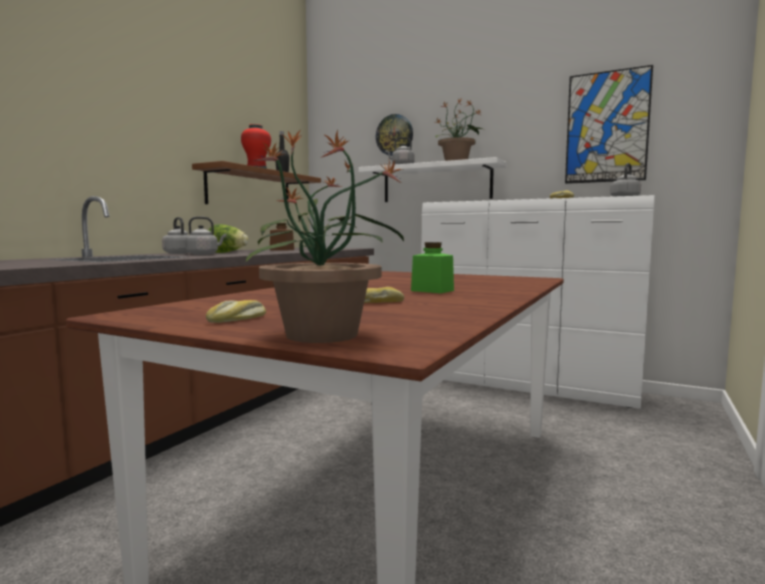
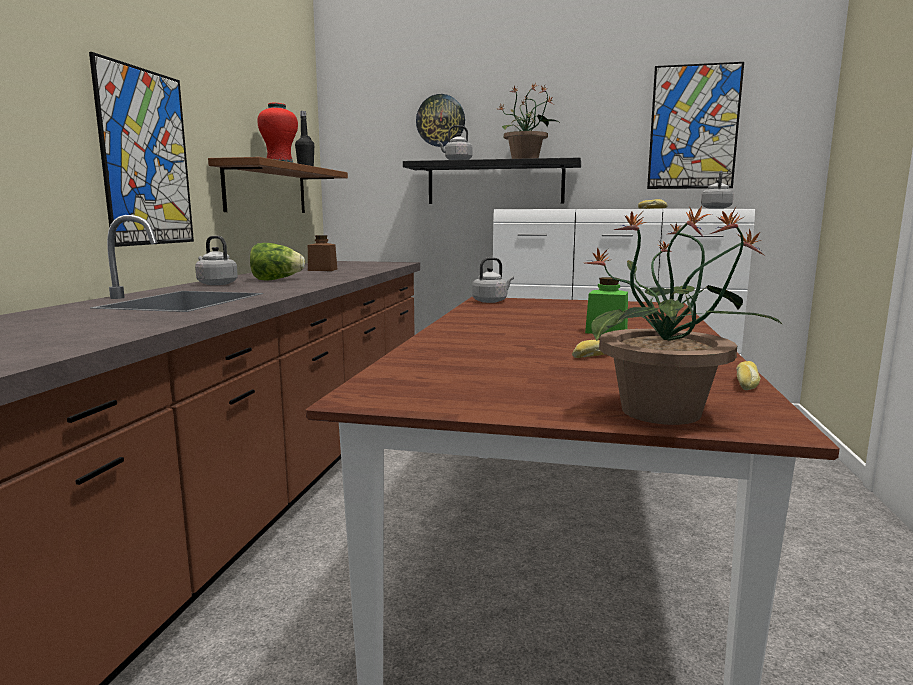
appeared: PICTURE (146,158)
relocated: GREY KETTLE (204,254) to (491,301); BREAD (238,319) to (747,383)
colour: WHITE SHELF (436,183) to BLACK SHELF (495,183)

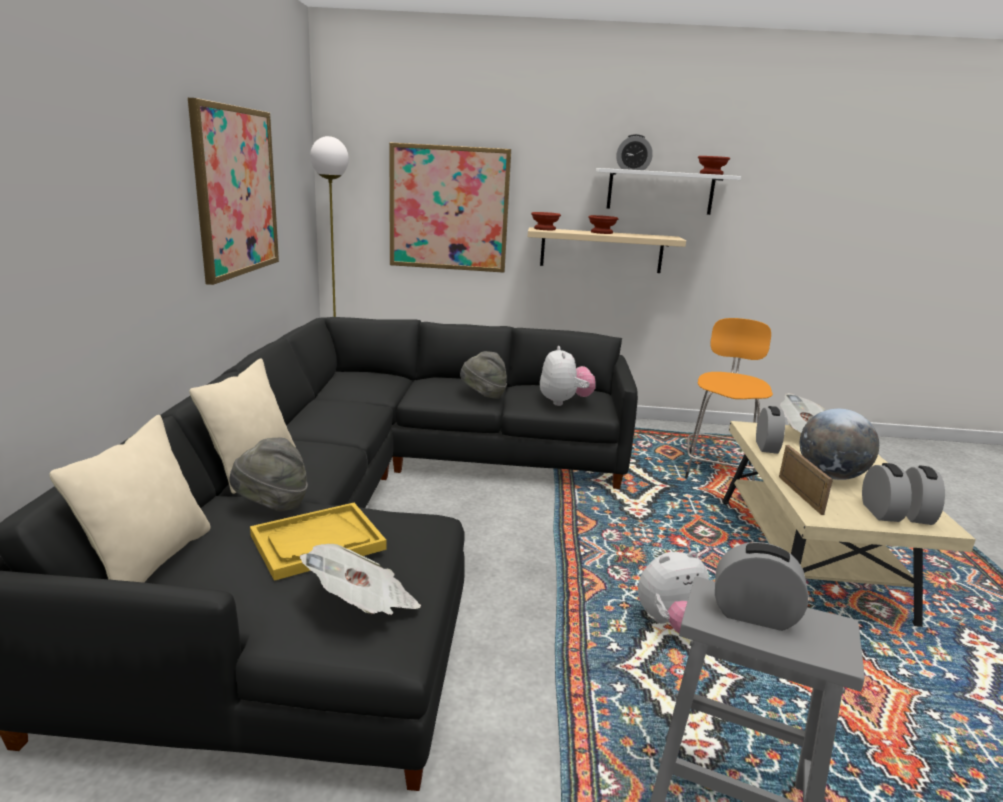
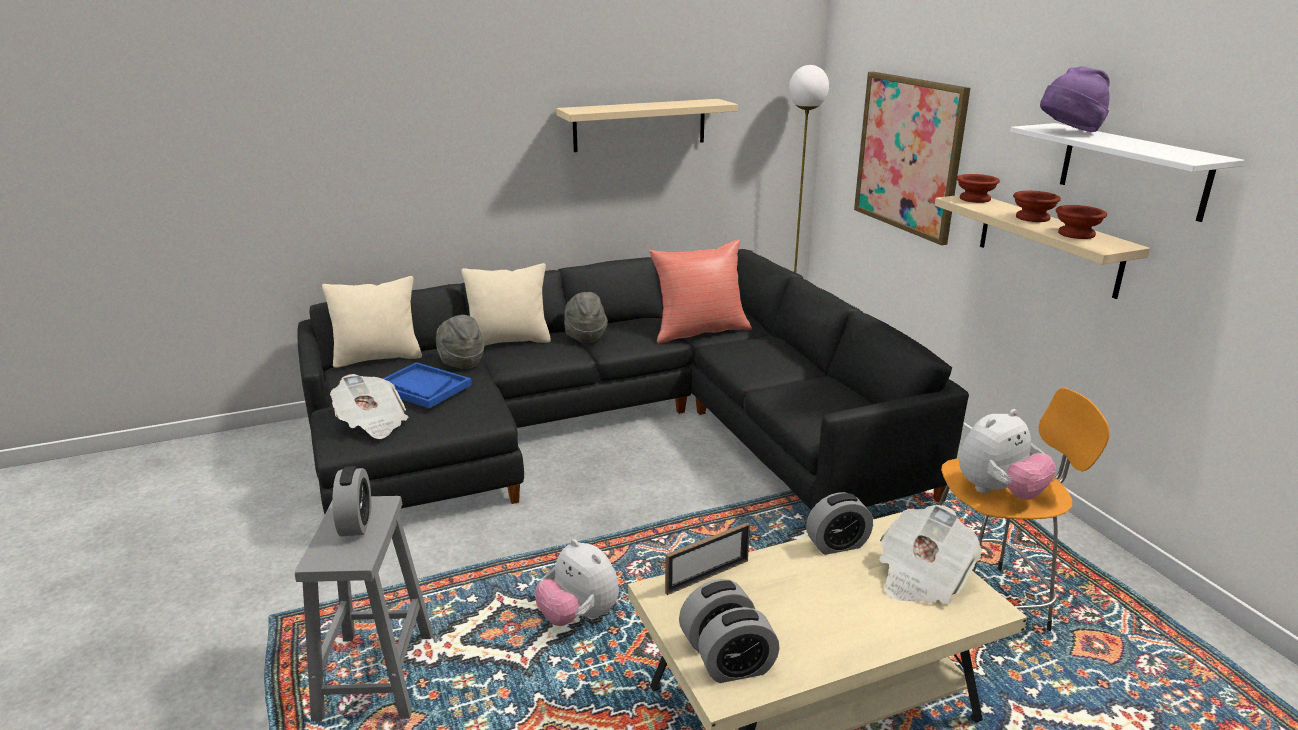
missing: GLOBE (830,476)
appeared: RED PILLOW (699,331)
relocated: GREY HAT (483,396) to (585,336); PLUSH TOY (564,402) to (998,492); BROWN BOWL (710,174) to (1075,234)
exchanged: PICTURE (236,192) to BEIGE SHELF (640,125); ALARM CLOCK (632,169) to PURPLE HAT (1069,132)
colour: YELLOW TRAY (317,543) to BLUE TRAY (422,387)

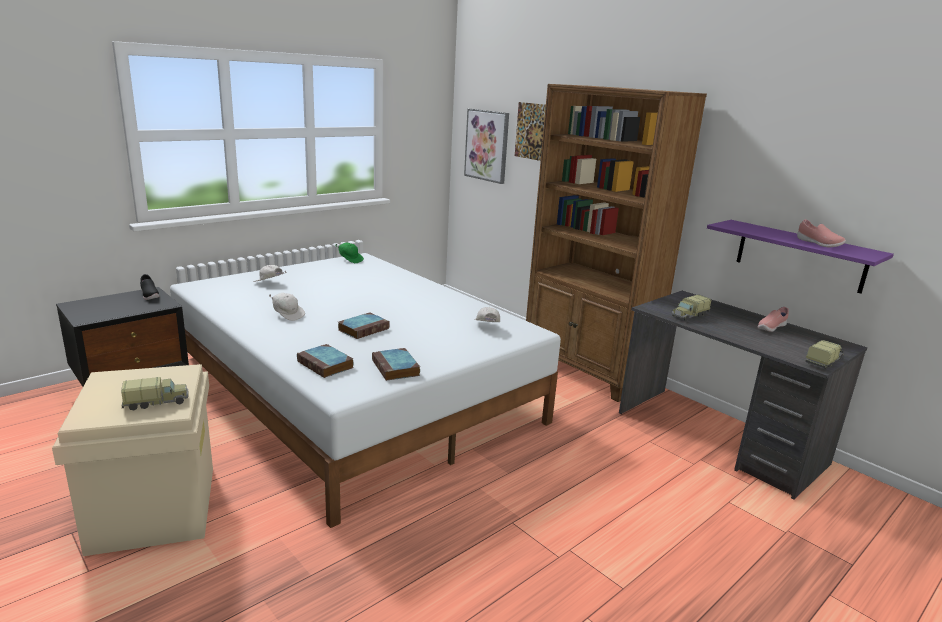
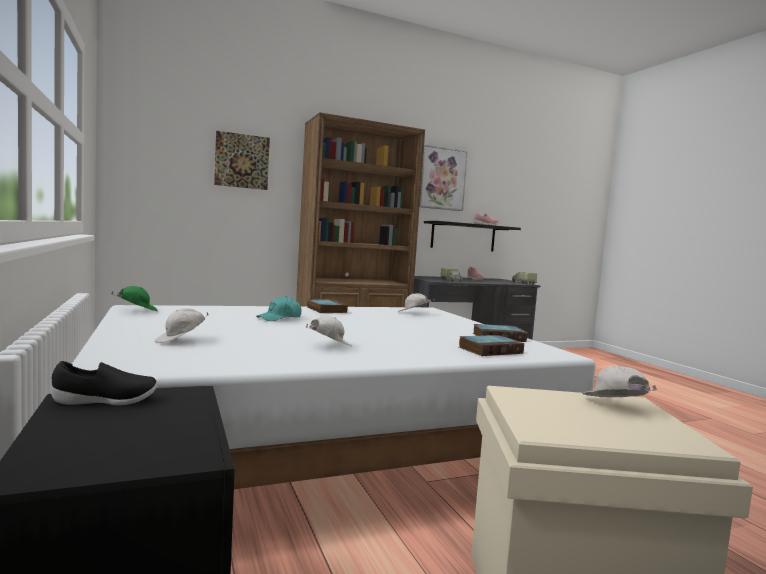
appeared: TURQUOISE CAP (279,318)
relocated: BOOK (364,329) to (325,309); PICTURE (487,145) to (442,178)
exchanged: TOY TRUCK (156,402) to WHITE CAP (614,407)
colour: PURPLE SHELF (800,256) to BLACK SHELF (463,236)

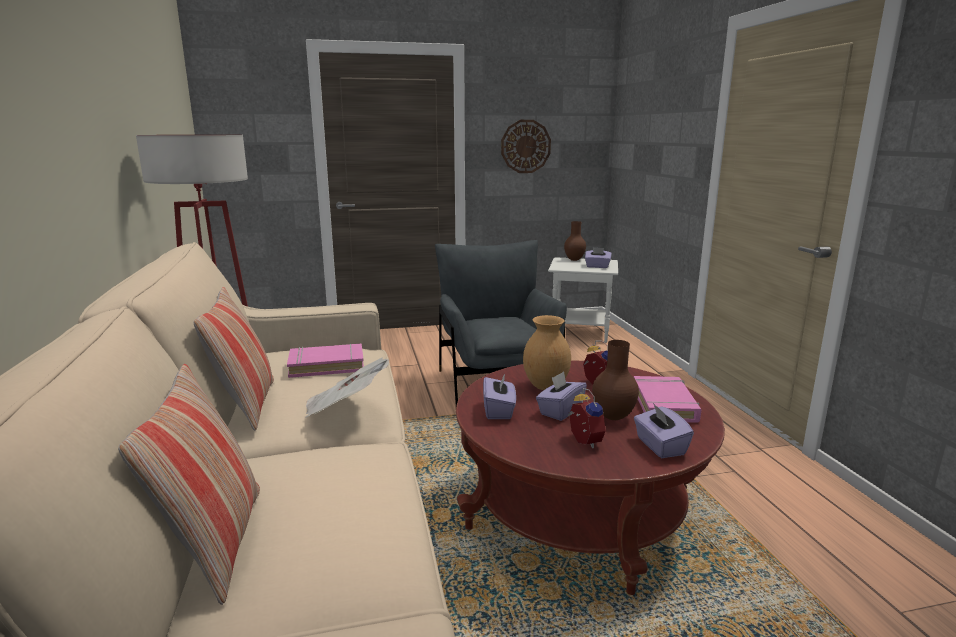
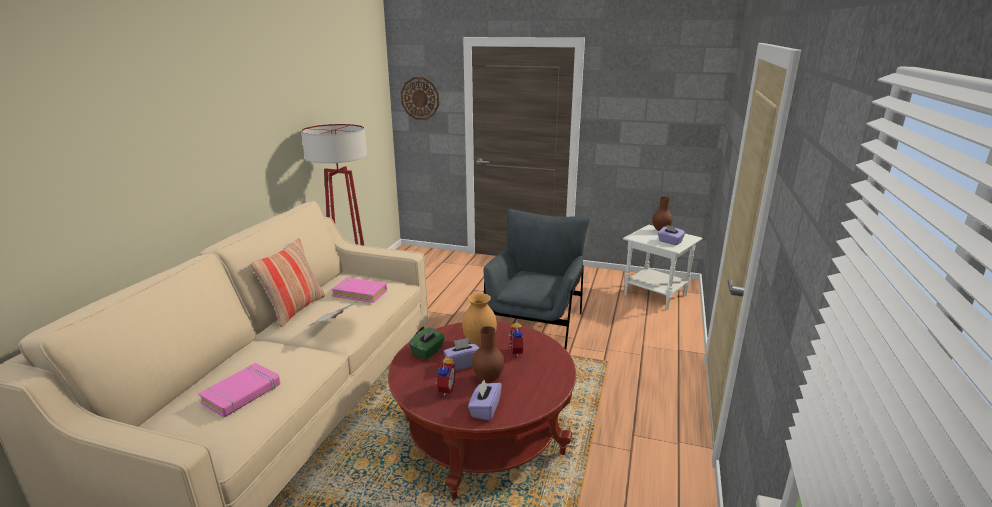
missing: PILLOW (215,543)
relocated: WALL CLOCK (525,146) to (420,98); PINK BOOK (664,404) to (242,394)
colour: PURPLE TISSUE BOX (499,411) to GREEN TISSUE BOX (428,352)

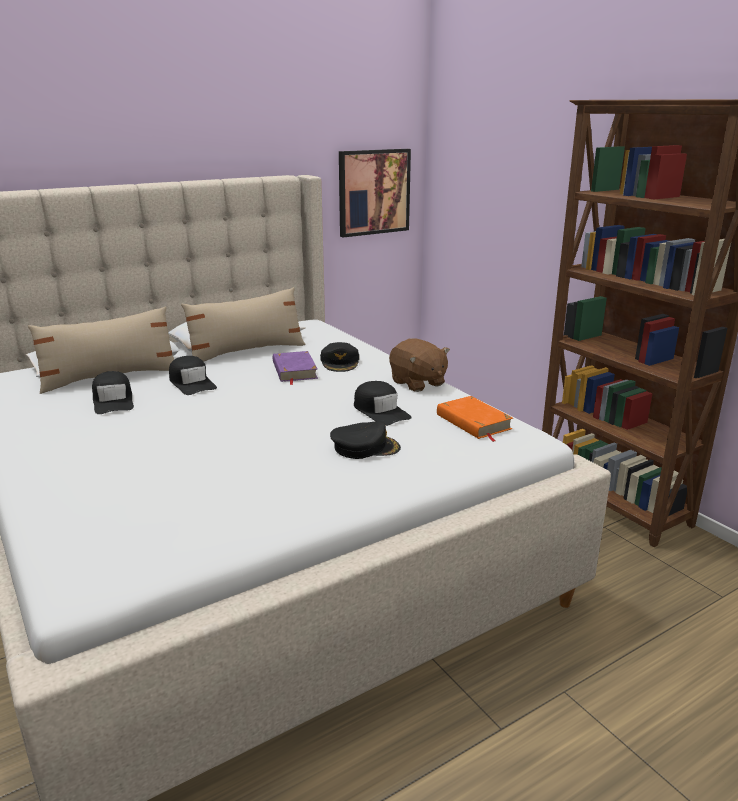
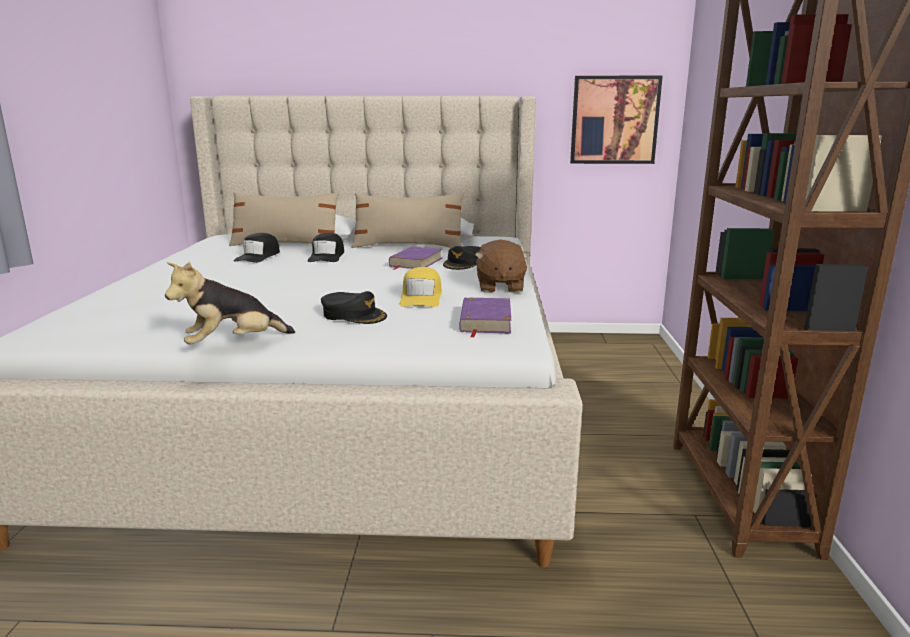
appeared: PLUSH TOY (232,344)
colour: BLACK CAP (380,411) to YELLOW CAP (421,297); ORANGE BOOK (473,422) to PURPLE BOOK (485,321)

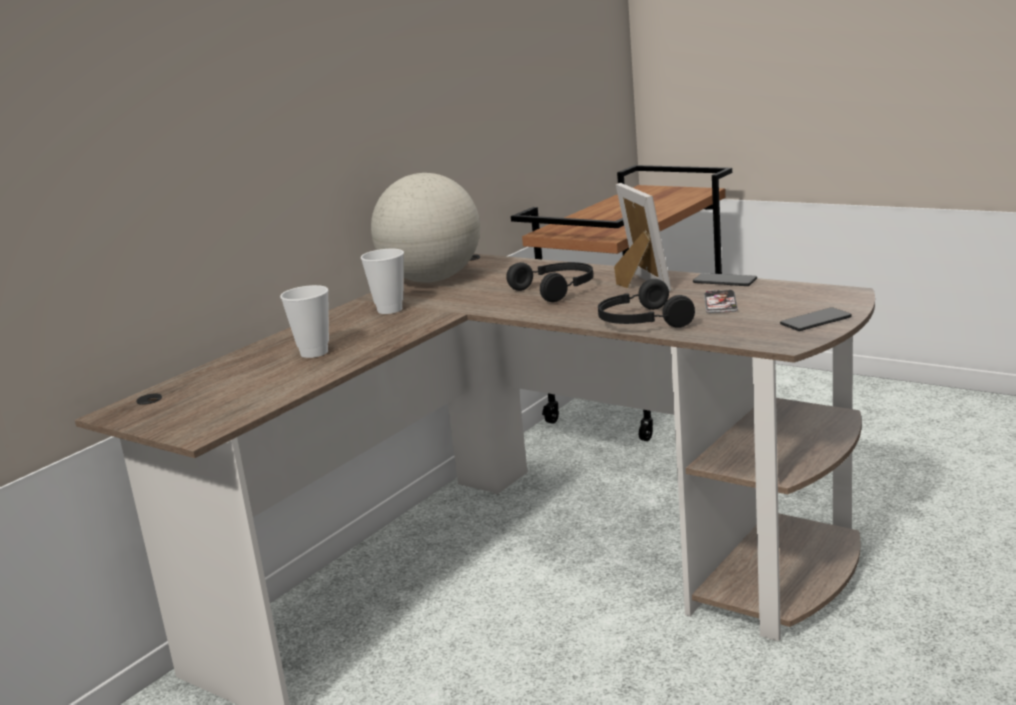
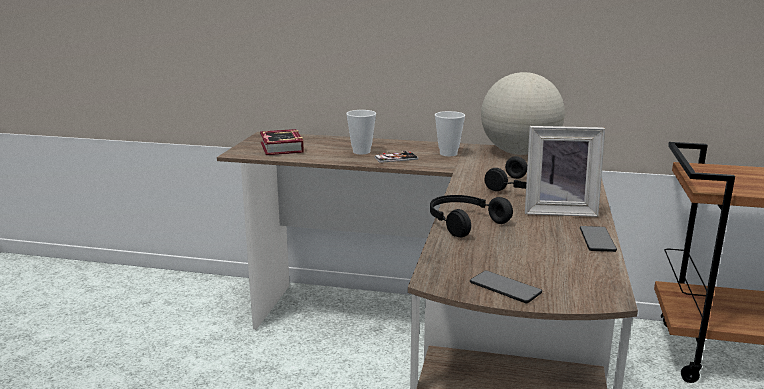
appeared: BOOK (280,148)
relocated: PHONE (720,303) to (396,158)
spun: PICTURE FRAME (638,284) = (559,210) 45 degrees clockwise

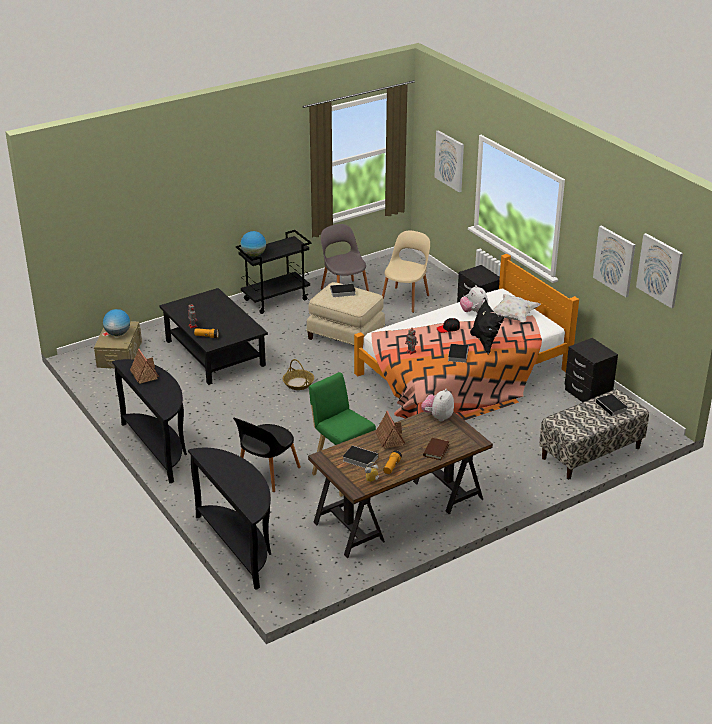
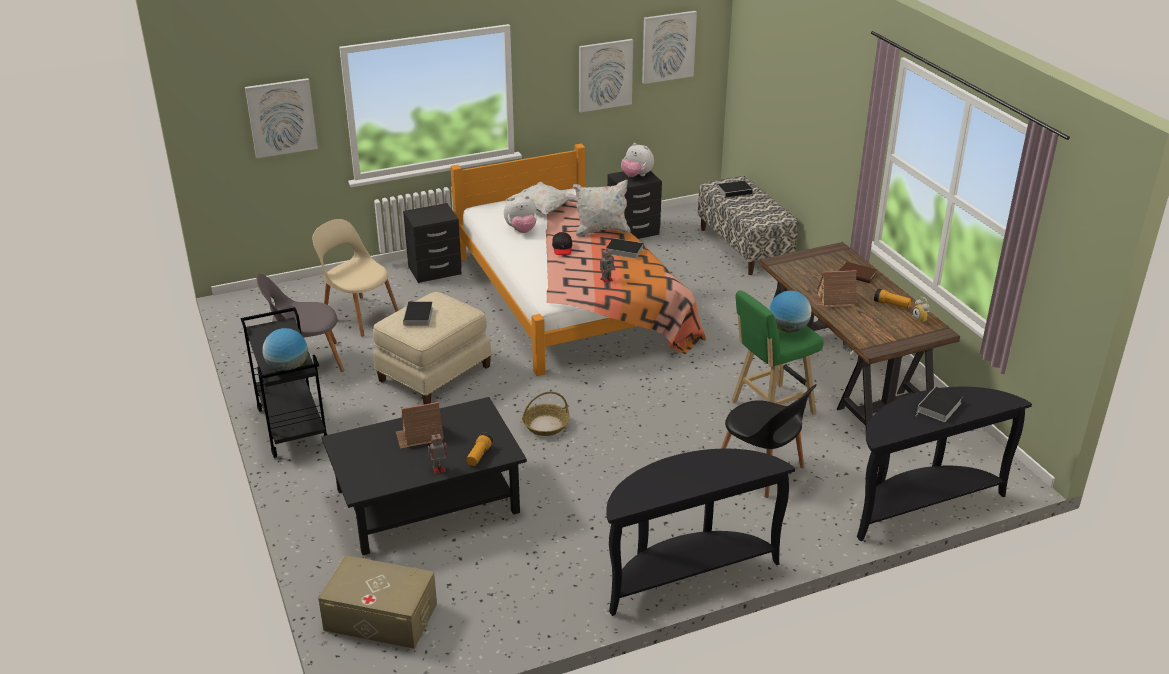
relocated: GLOBE (118,334) to (788,329); TOY HOUSE (144,374) to (420,436); BOOK (359,459) to (939,408); PLUSH TOY (438,417) to (636,176)
colour: BLACK PILLOW (485,342) to WHITE PILLOW (601,231)

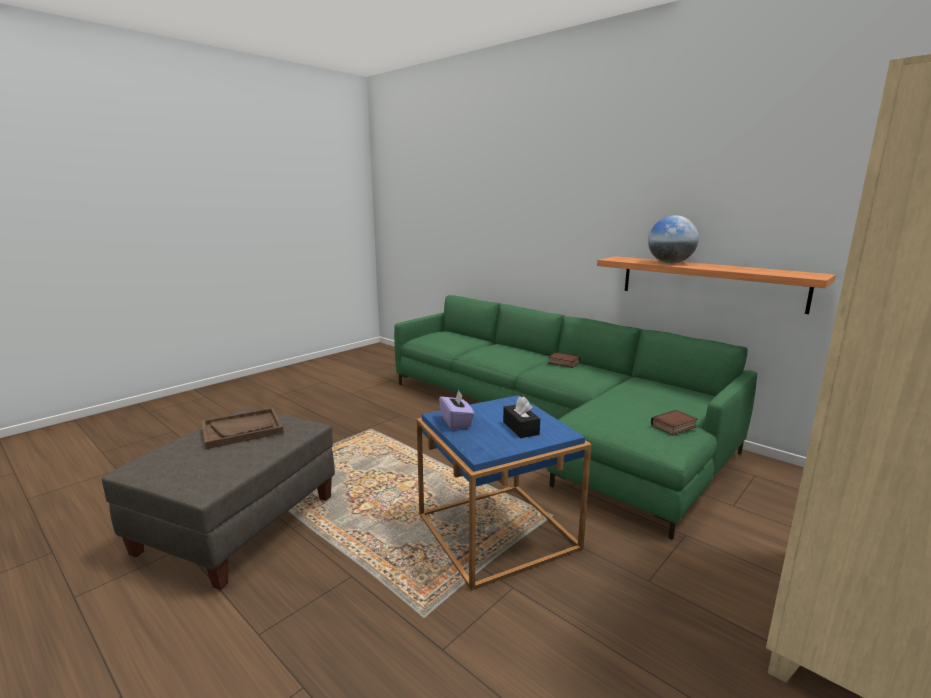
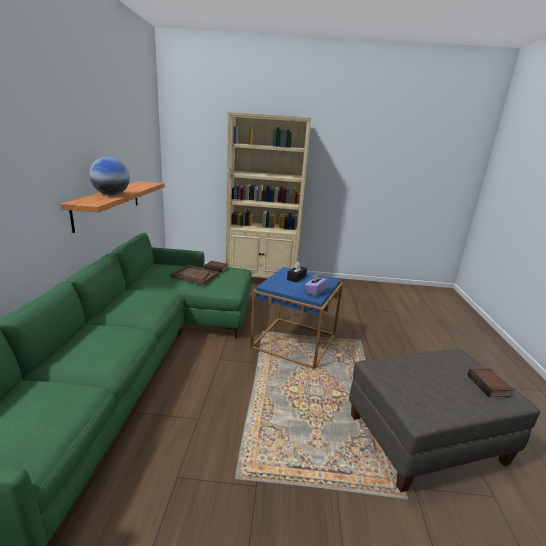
relocated: BROWN TRAY (242,429) to (195,276); BOOK (563,363) to (489,386)

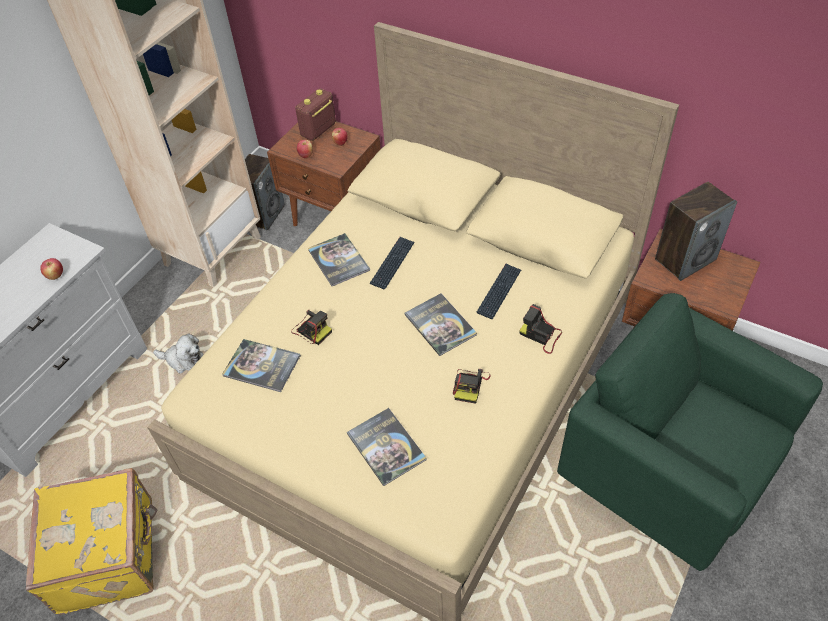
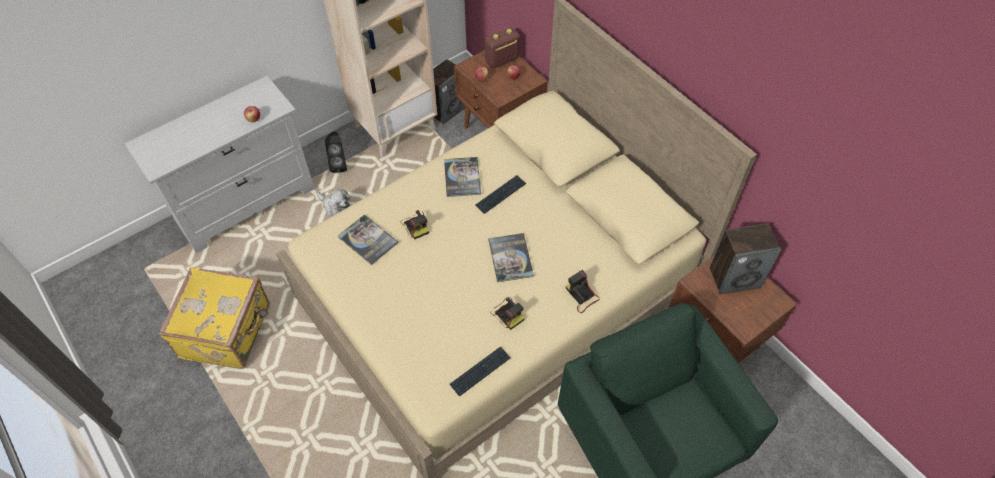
missing: BOOK (386,447)
appeared: BLACK SPEAKER (339,164)
relocated: KEYBOARD (499,291) to (480,371)
spun: PHOTO CAMERA (470,385) = (507,313) 75 degrees counterclockwise

